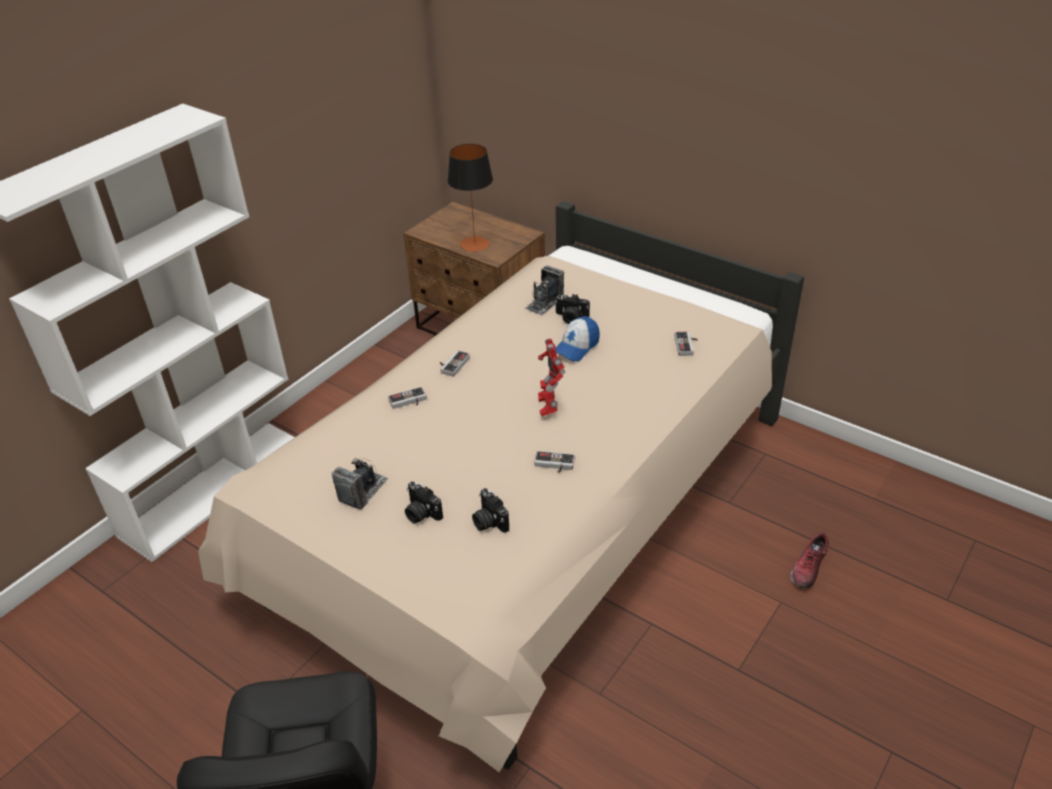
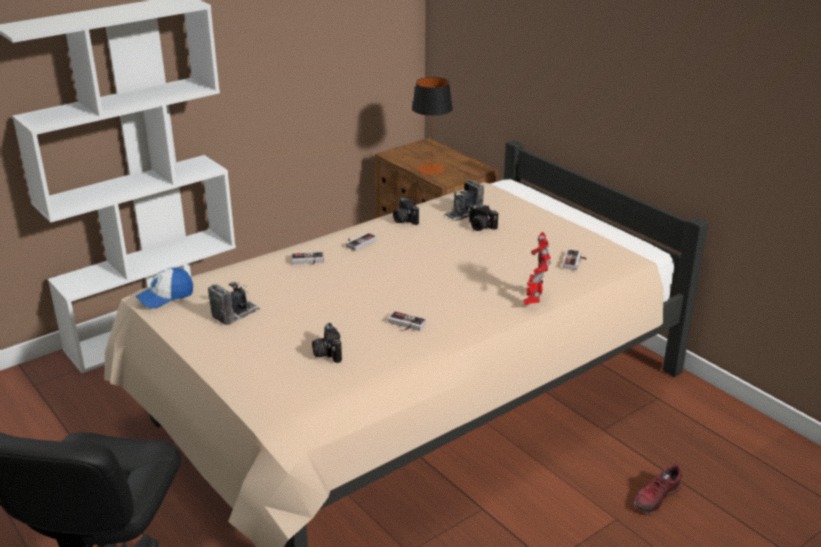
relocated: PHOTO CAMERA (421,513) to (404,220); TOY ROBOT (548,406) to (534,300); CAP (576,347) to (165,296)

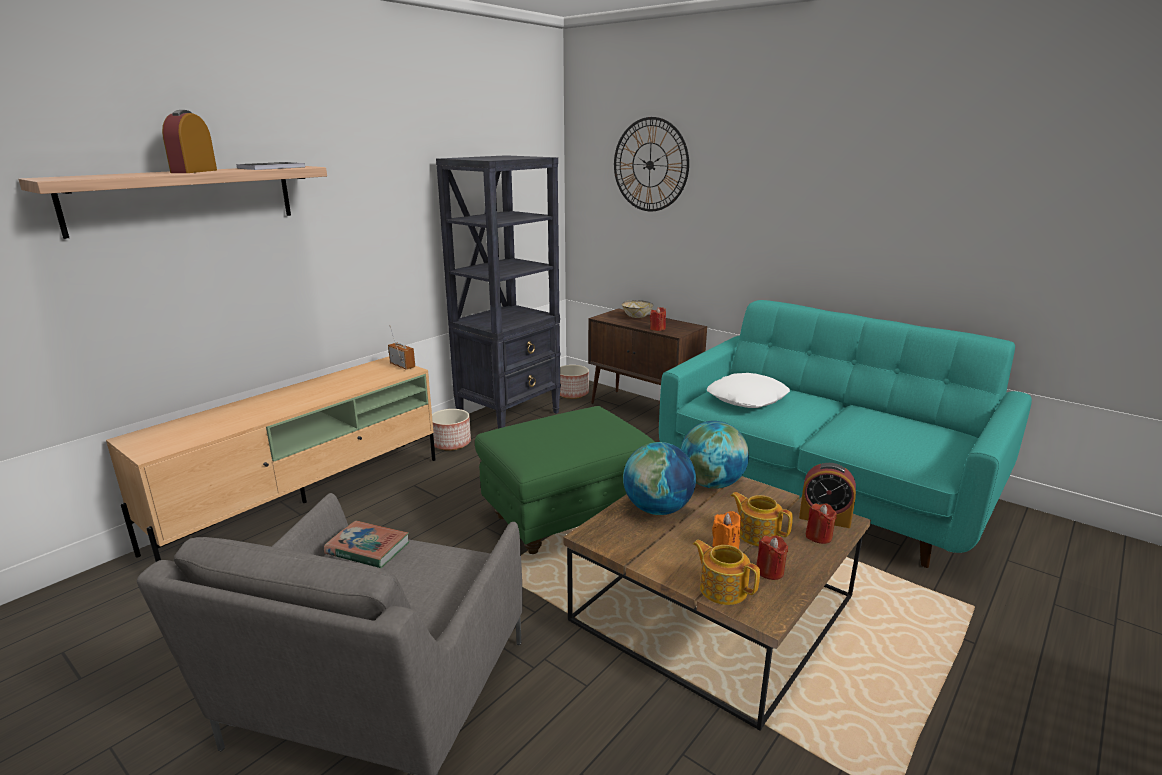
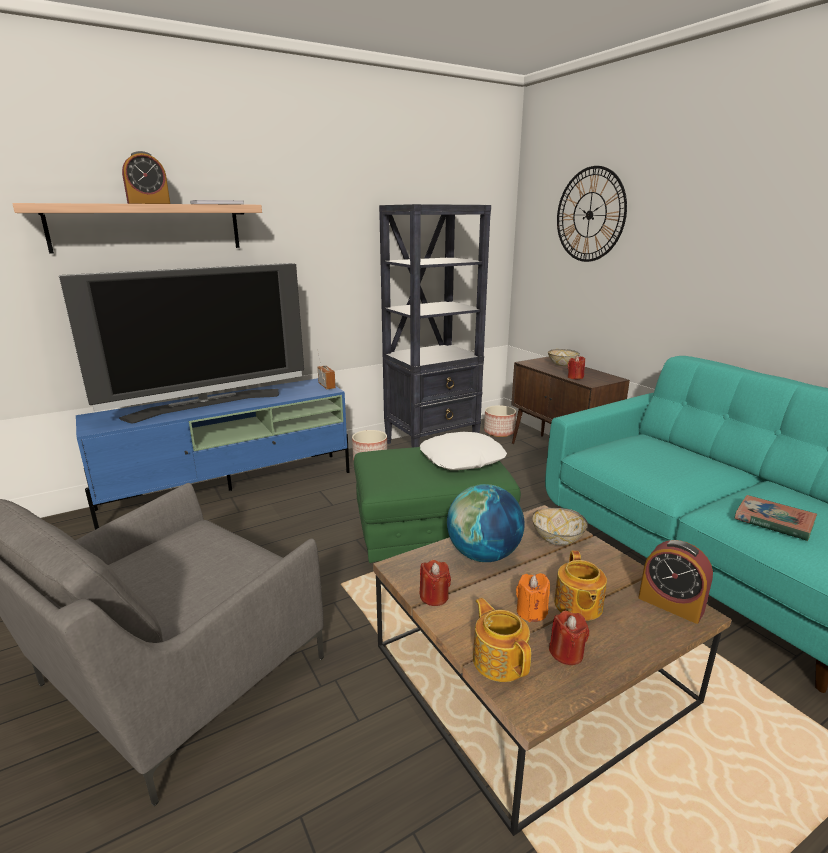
appeared: TELEVISION (207,405)
relocated: BOOK (368,548) to (773,521); WHITE PILLOW (747,399) to (462,459); RED CANDLE (818,536) to (434,597)
exchanged: GLOBE (712,484) to BOWL (558,539)
colour: BEIGE TV STAND (306,501) to BLUE TV STAND (232,489)
spun: ALARM CLOCK (194,171) = (149,203) 150 degrees counterclockwise; TEAPOT (758,534) = (577,605) 150 degrees counterclockwise

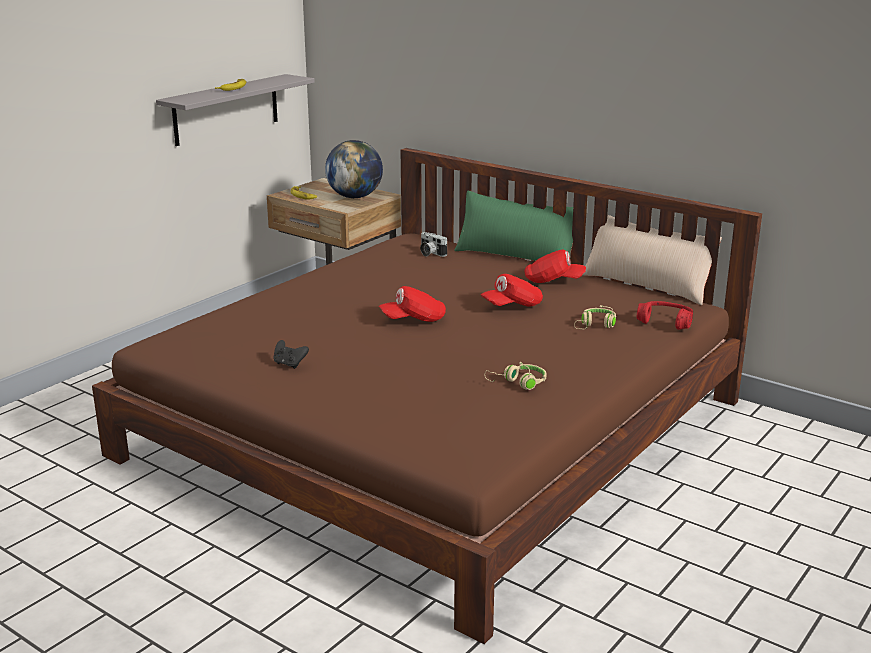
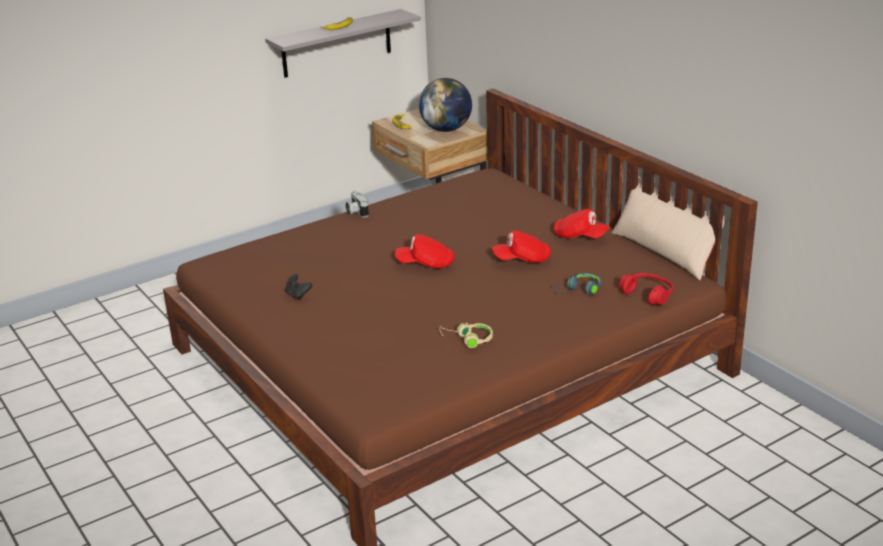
missing: GREEN PILLOW (516,256)
relocated: PHOTO CAMERA (430,253) to (356,212)
colour: BEIGE HEADPHONES (595,325) to BLUE HEADPHONES (580,290)

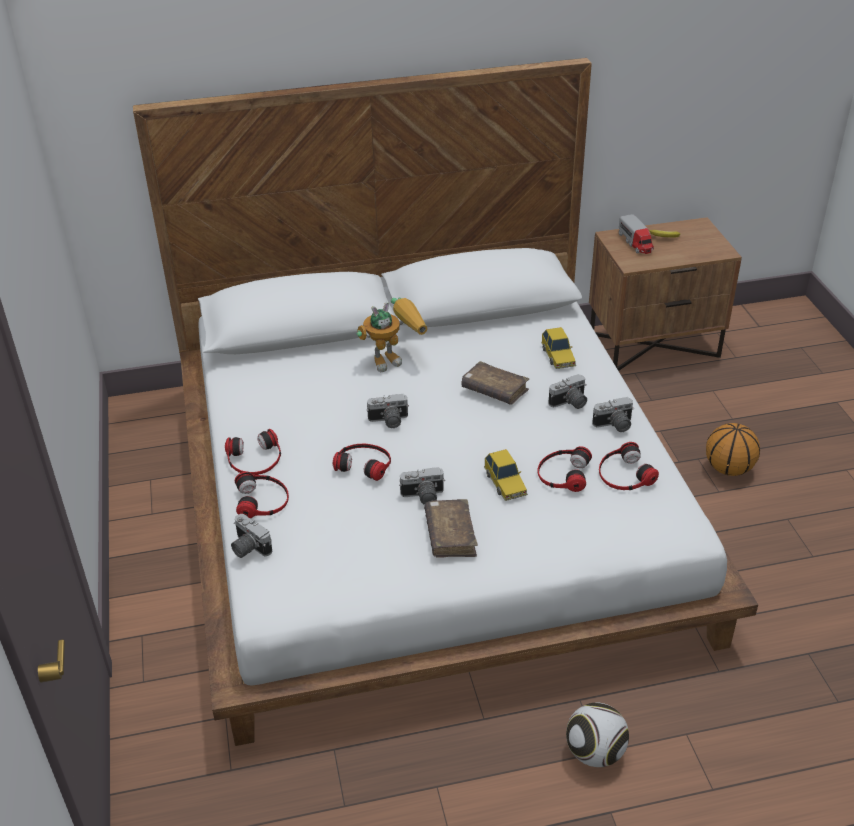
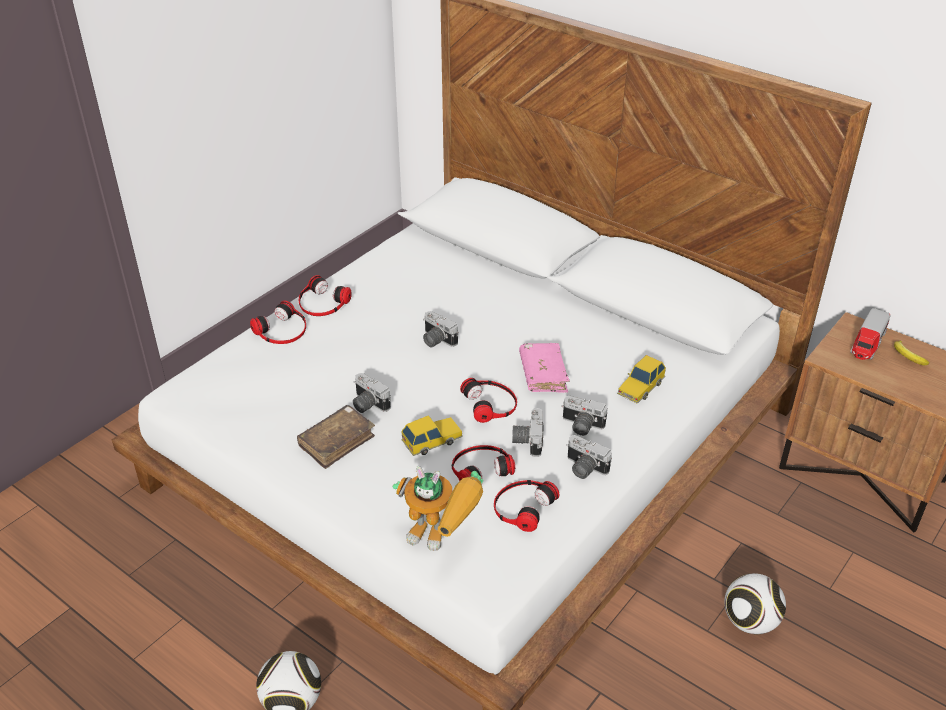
relocated: PHOTO CAMERA (248,548) to (527,440); HEADPHONES (364,463) to (491,404); TOY ROBOT (394,358) to (442,537)
exchanged: BASKETBALL (728,468) to FOOTBALL (750,621)
colour: BROWN BOOK (494,390) to PINK BOOK (543,374)
spun: TOY CAR (505,483) = (432,441) 150 degrees counterclockwise

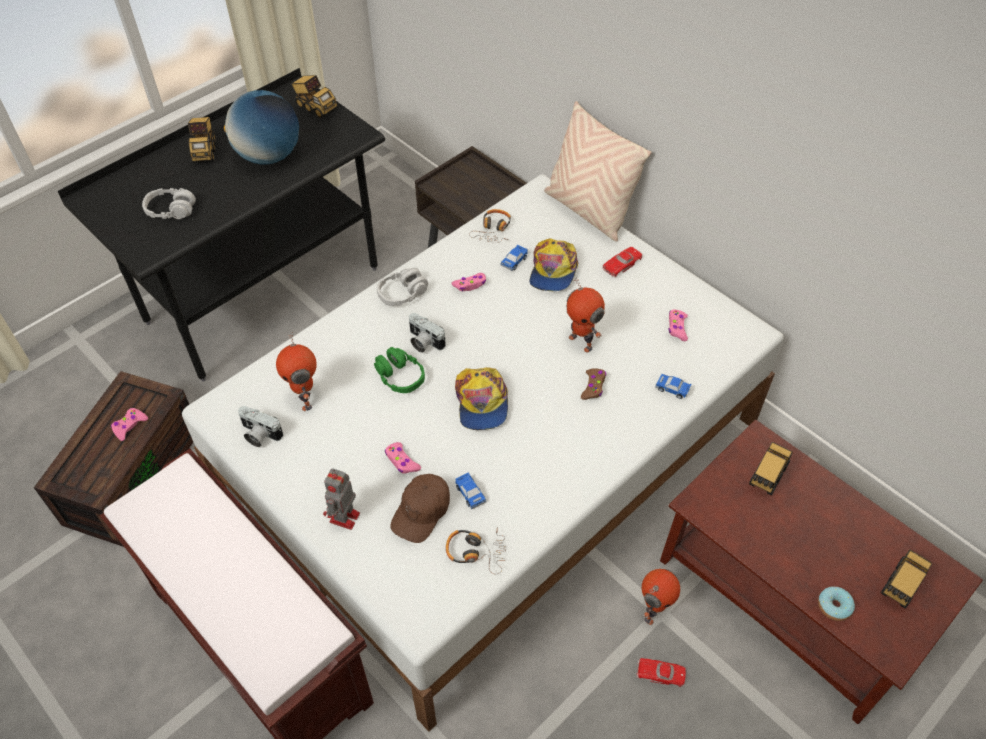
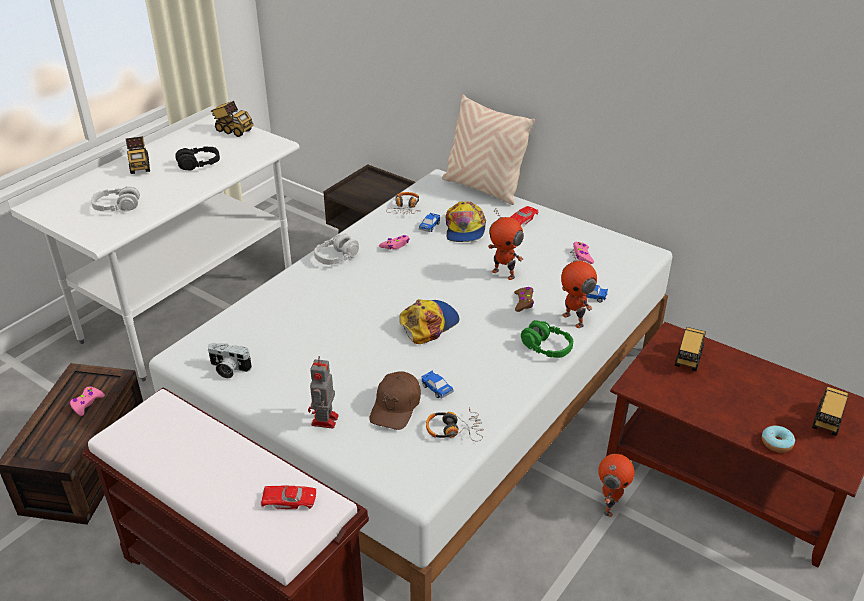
missing: PINK GAME CONTROLLER (402,461); PHOTO CAMERA (423,342)
relocated: TOY ROBOT (306,399) to (574,320); GREEN HEADPHONES (400,376) to (546,347); RED TOY CAR (660,673) to (289,500)
exchanged: GLOBE (269,156) to BLACK HEADPHONES (199,164)
colour: BLACK DESK (263,295) to WHITE DESK (190,309)
spun: CAP (481,402) = (428,323) 120 degrees counterclockwise

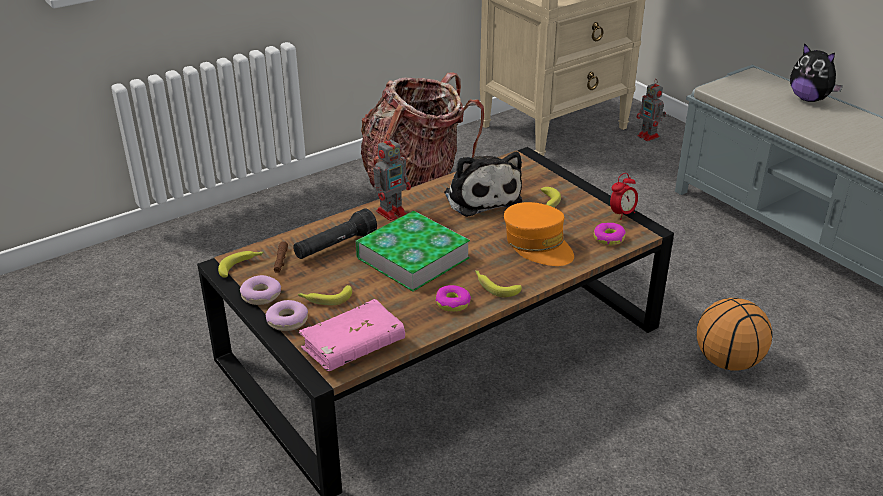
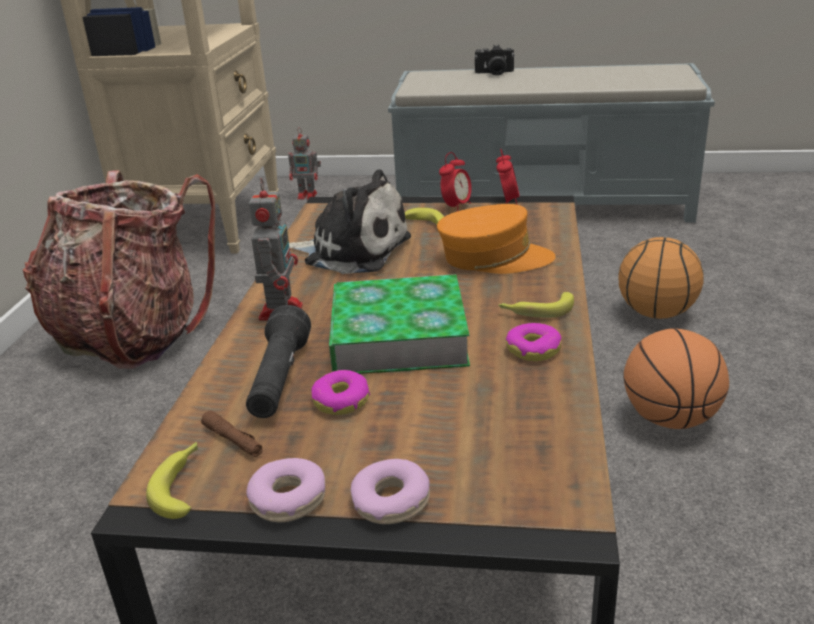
missing: BANANA (325,298); PINK BOOK (353,346)
appeared: ALARM CLOCK (456,207); BASKETBALL (670,419)
relocated: DONUT (608,238) to (341,401)
exchanged: PLUSH TOY (809,99) to PHOTO CAMERA (494,73)

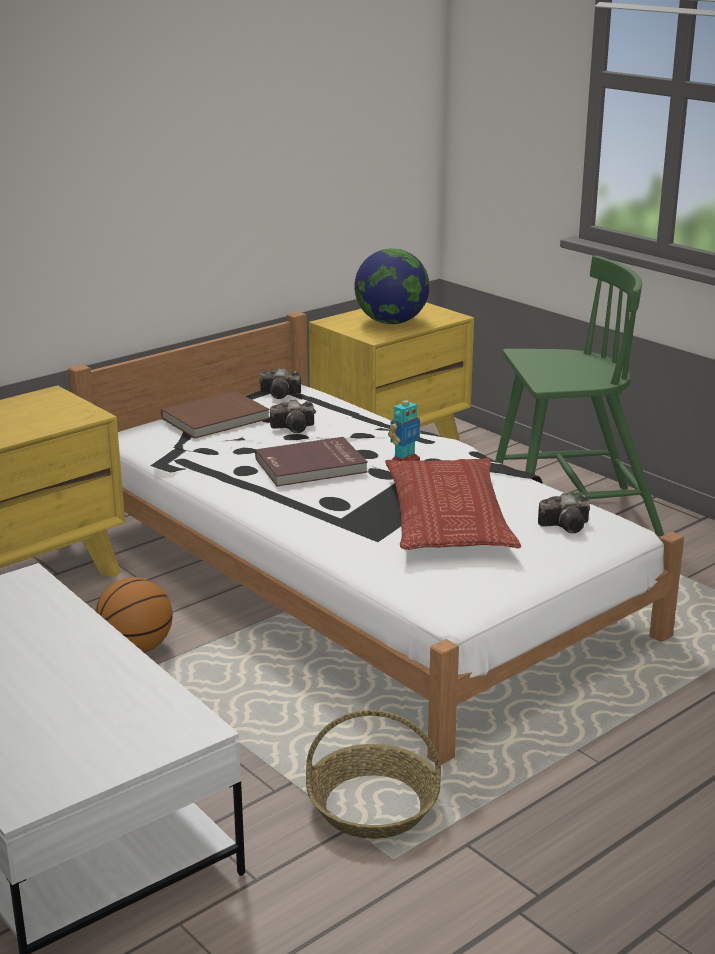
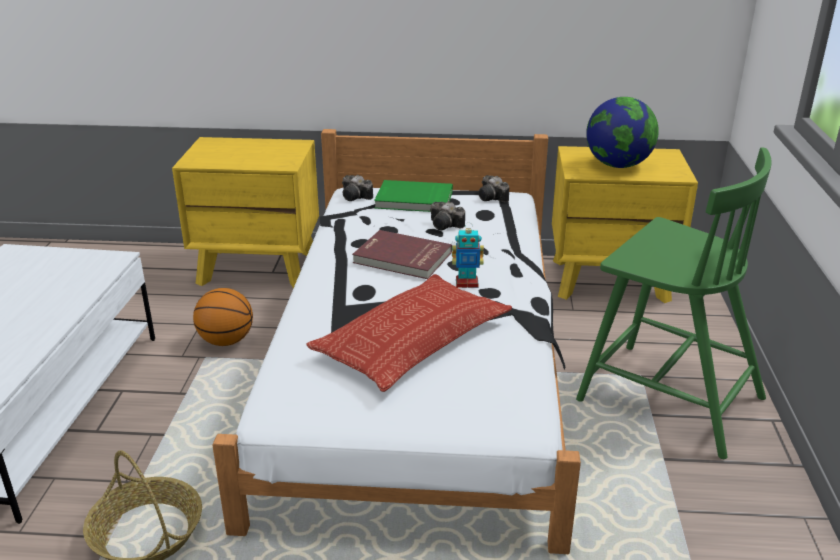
relocated: PHOTO CAMERA (567,525) to (356,197)
colour: BROWN BOOK (216,419) to GREEN BOOK (414,200)

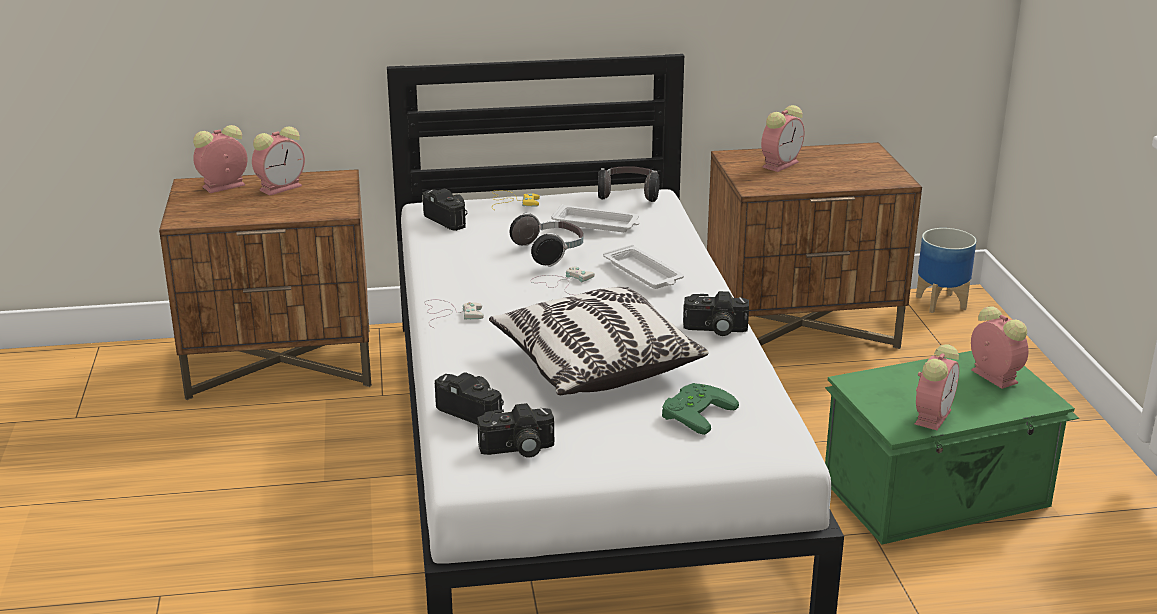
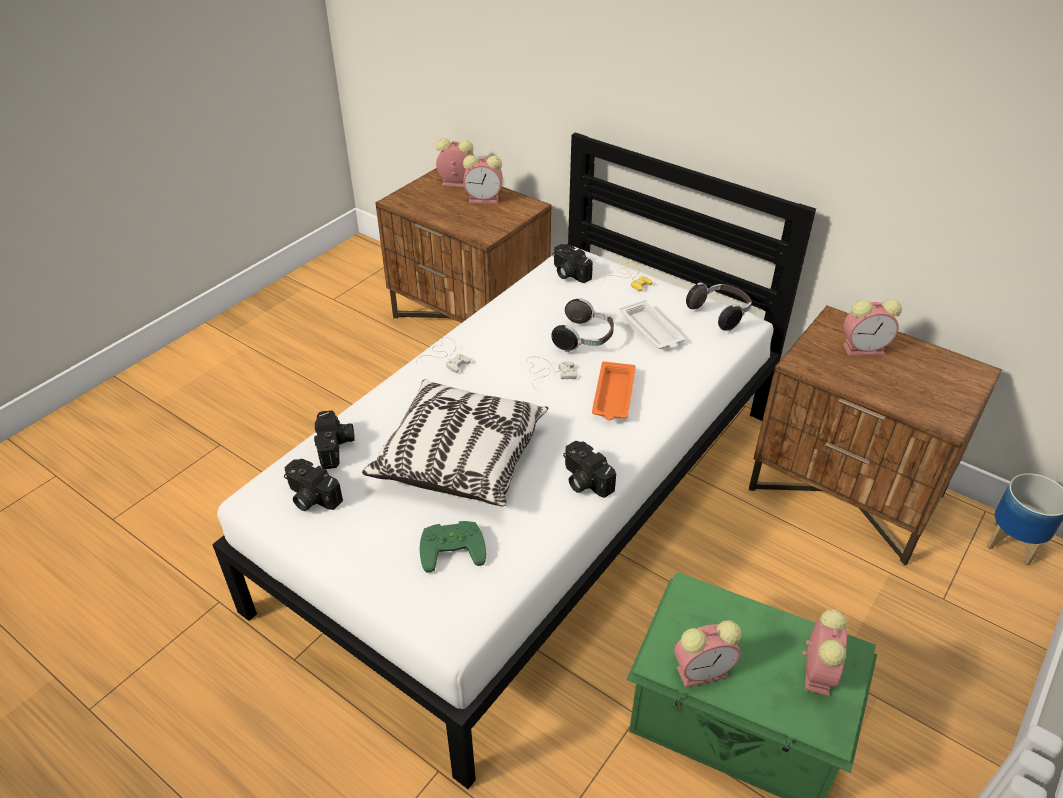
colour: WHITE TRAY (644,273) to ORANGE TRAY (613,396)
spun: PHOTO CAMERA (450,219) = (568,273) 135 degrees clockwise

